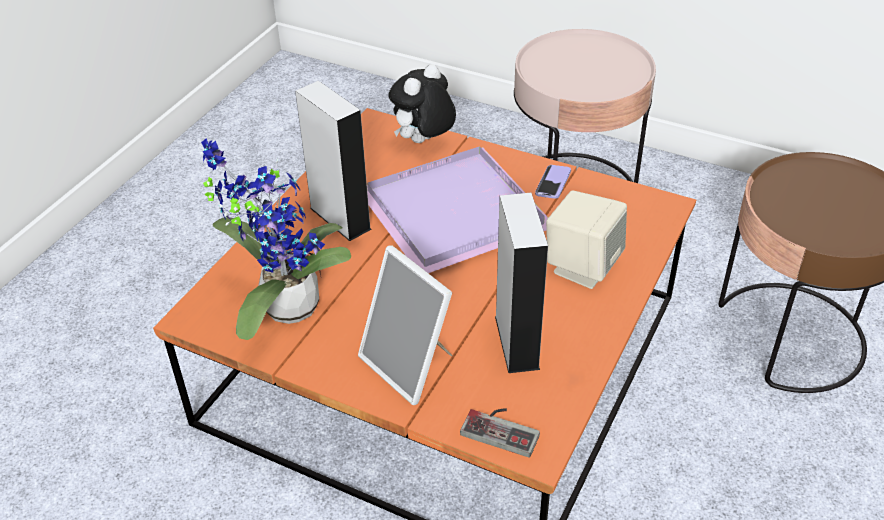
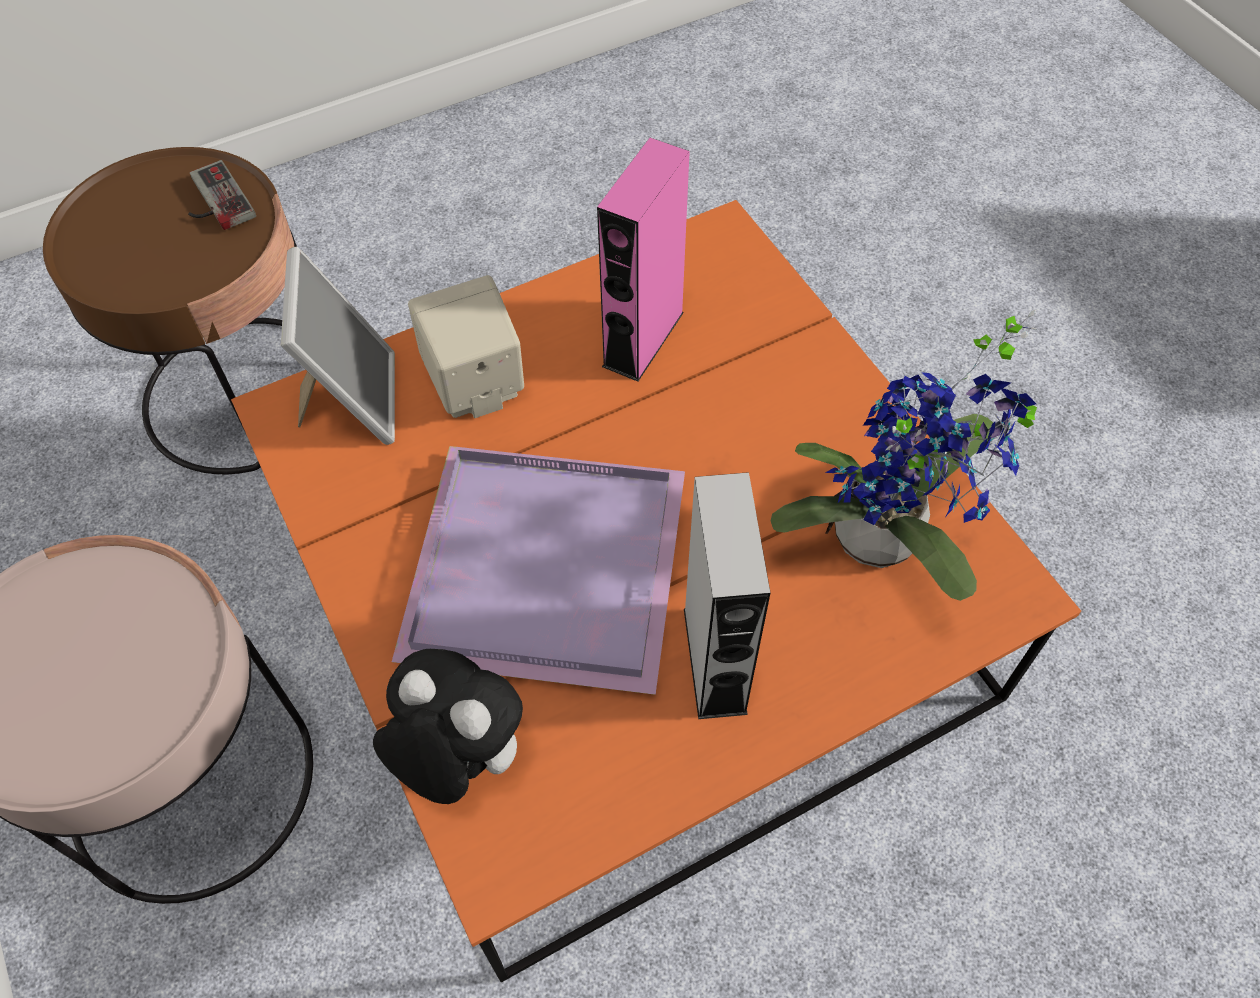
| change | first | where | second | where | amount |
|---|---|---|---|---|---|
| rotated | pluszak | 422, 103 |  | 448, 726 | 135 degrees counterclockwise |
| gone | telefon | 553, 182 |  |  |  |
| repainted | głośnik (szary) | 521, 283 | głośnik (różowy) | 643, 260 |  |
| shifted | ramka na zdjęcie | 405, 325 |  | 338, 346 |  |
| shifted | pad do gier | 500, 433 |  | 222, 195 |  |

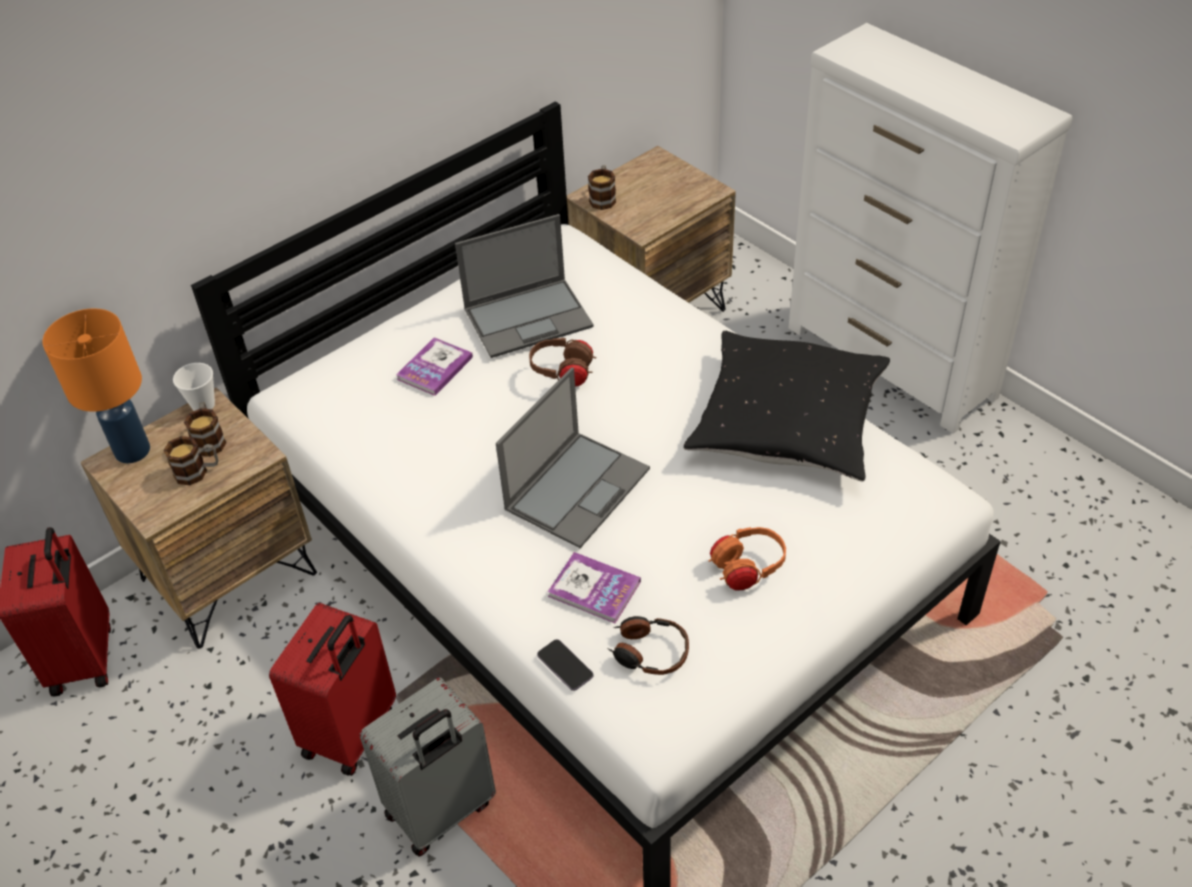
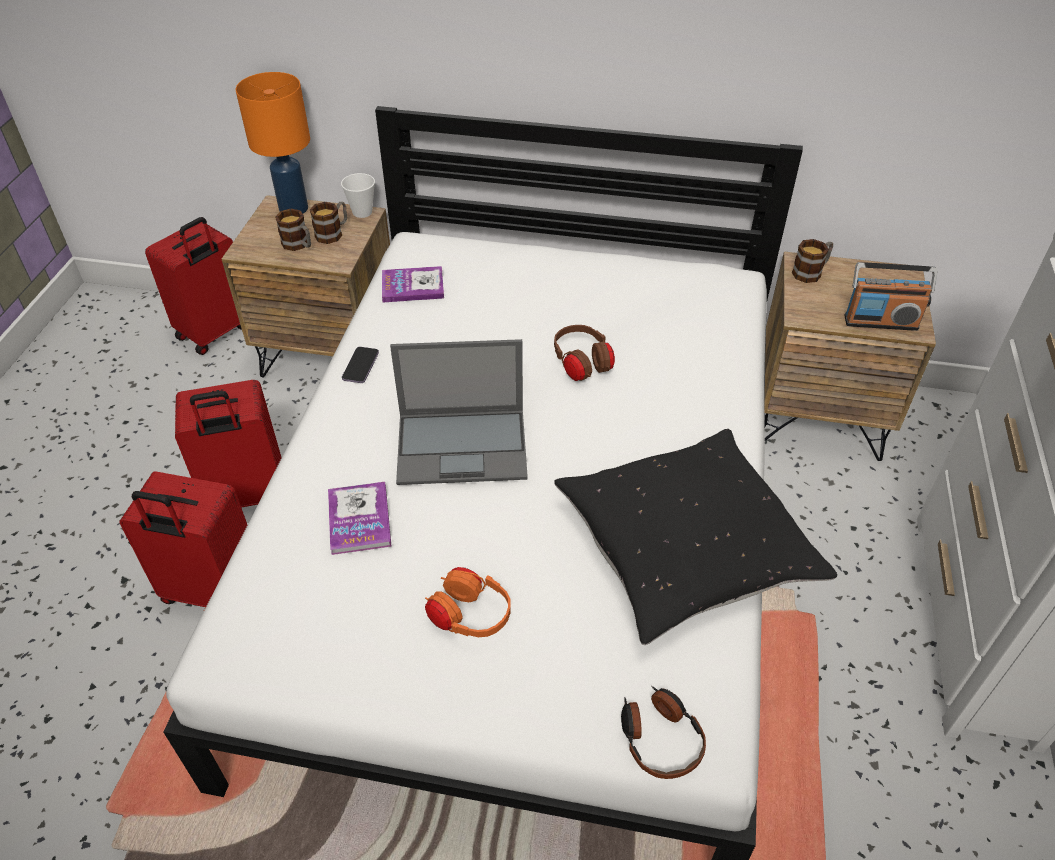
| change | first | where | second | where | amount |
|---|---|---|---|---|---|
| gone | laptop | 524, 286 |  |  |  |
| shifted | książka | 434, 366 |  | 413, 284 |  |
| shifted | słuchawki | 648, 645 |  | 663, 732 |  |
| shifted | telefon | 565, 665 |  | 360, 365 |  |
| repainted | walizka (szary) | 428, 767 | walizka (czerwony) | 183, 539 |  |
| new |  |  | radio | 891, 296 |  |

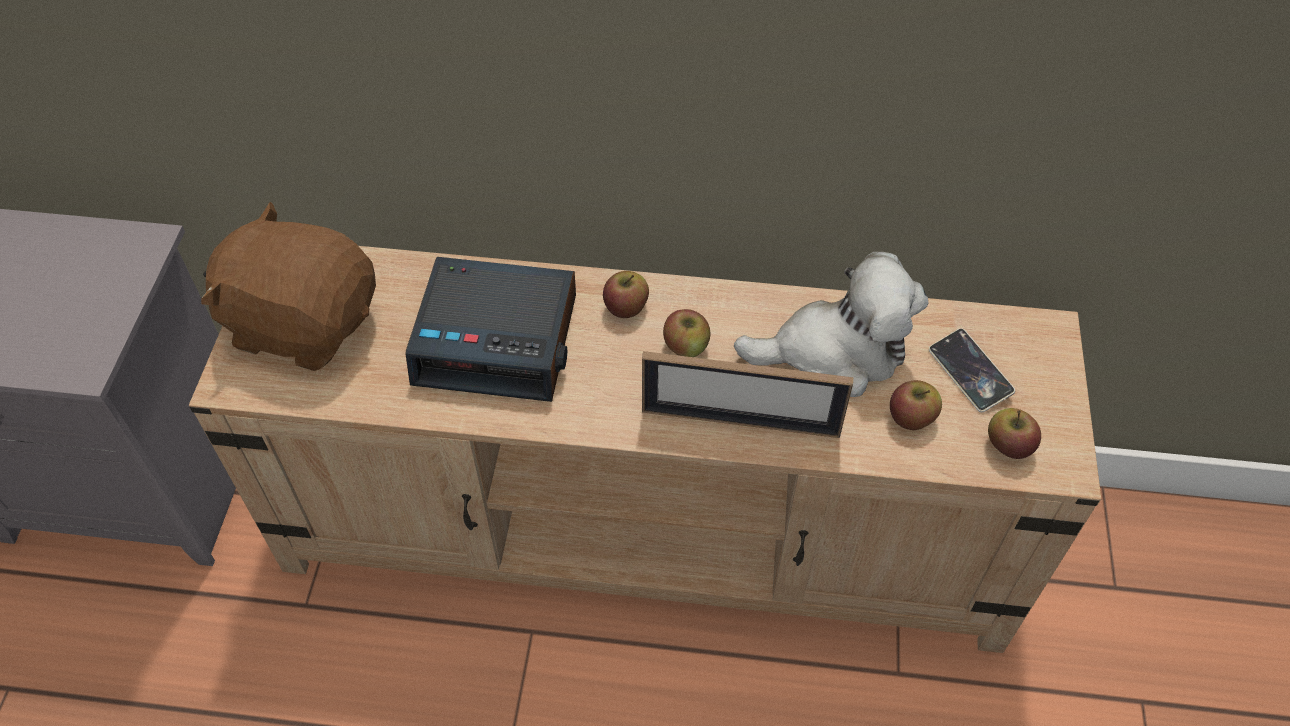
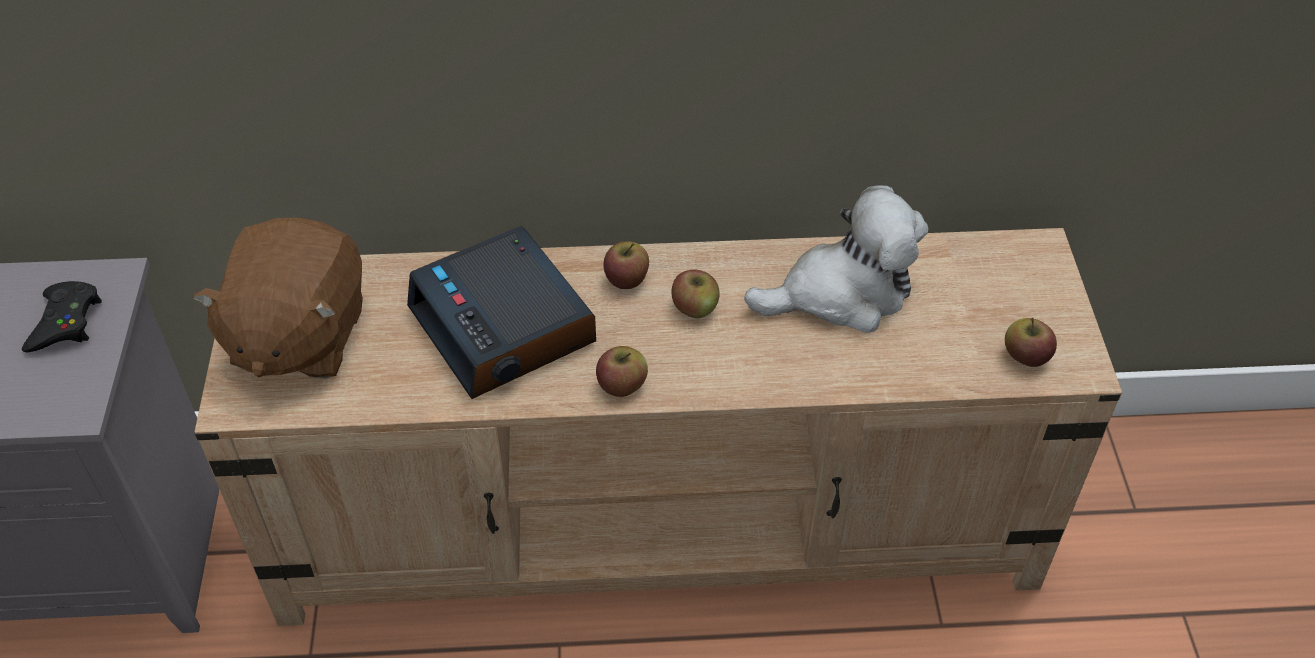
| change | first | where | second | where | amount |
|---|---|---|---|---|---|
| rotated | pluszak (brązowy) | 288, 286 |  | 277, 298 | 90 degrees counterclockwise |
| rotated | budzik | 490, 329 |  | 501, 312 | 60 degrees clockwise |
| gone | telefon | 972, 370 |  |  |  |
| gone | ramka na zdjęcie | 747, 394 |  |  |  |
| shifted | jabłko | 916, 405 |  | 622, 371 |  |
| new |  |  | pad do gier (czarny) | 62, 316 |  |

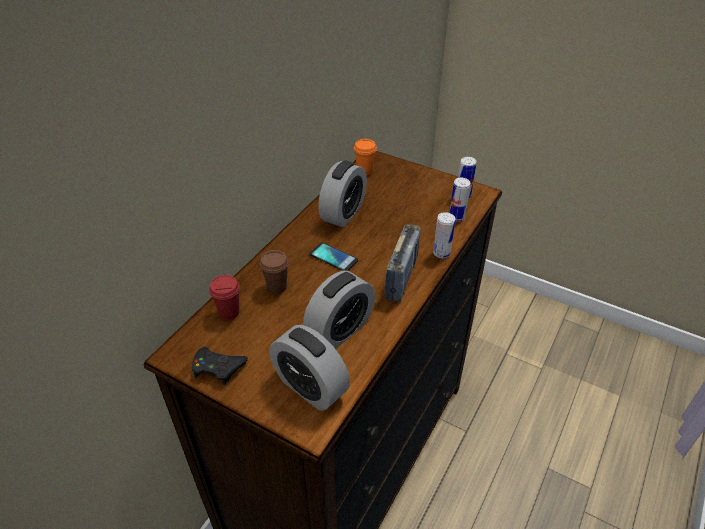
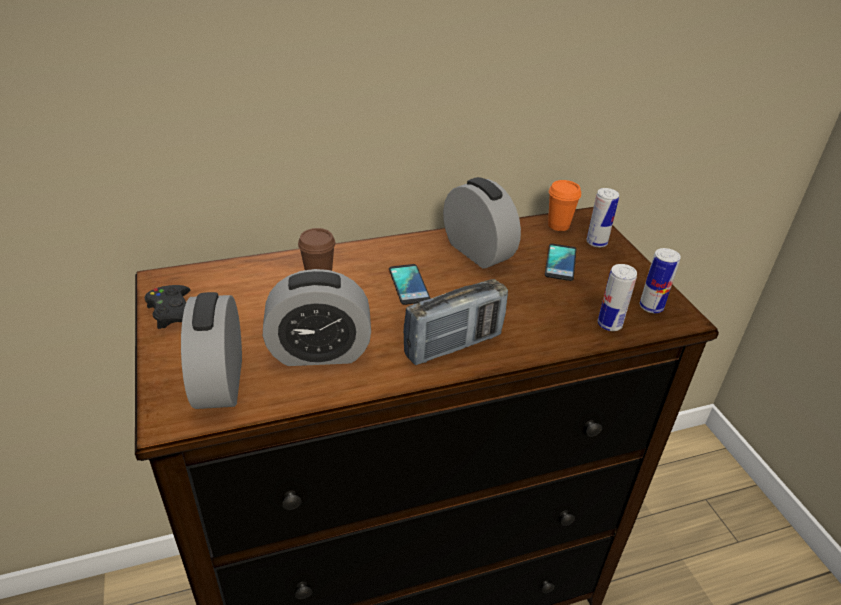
| change | first | where | second | where | amount |
|---|---|---|---|---|---|
| rotated | budzik | 342, 193 |  | 482, 223 | 105 degrees counterclockwise |
| shifted | puszka | 444, 235 |  | 602, 217 |  |
| gone | filiżanka (czerwony) | 224, 297 |  |  |  |
| new |  |  | telefon | 560, 262 |  |

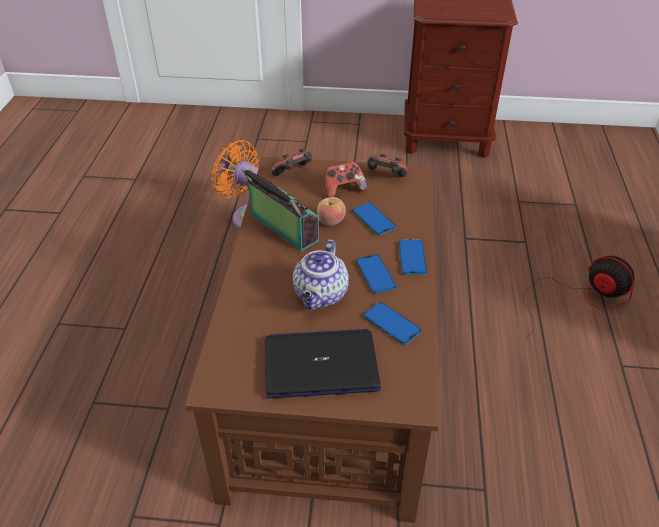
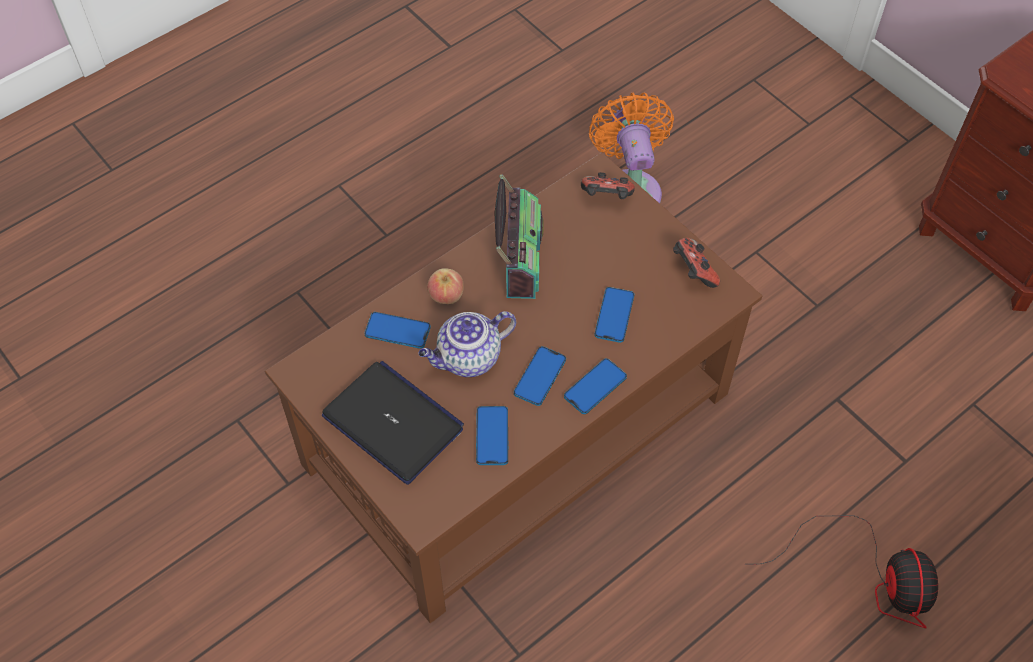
| change | first | where | second | where | amount |
|---|---|---|---|---|---|
| gone | pad do gier | 345, 179 |  |  |  |
| shifted | jabłko | 331, 211 |  | 445, 286 |  |
| new |  |  | telefon | 397, 330 |  |

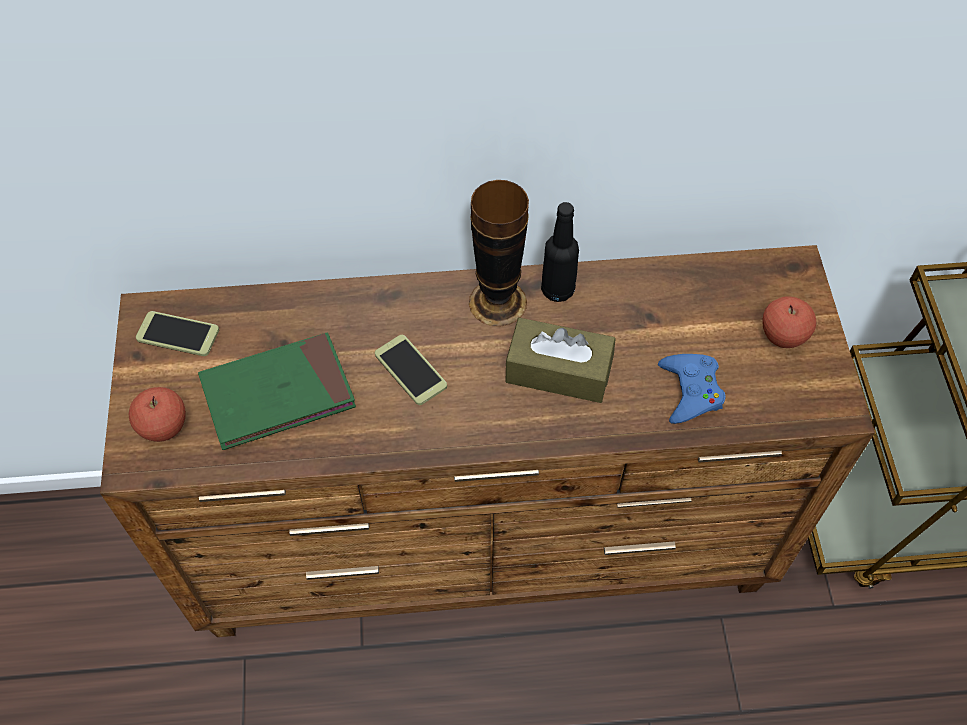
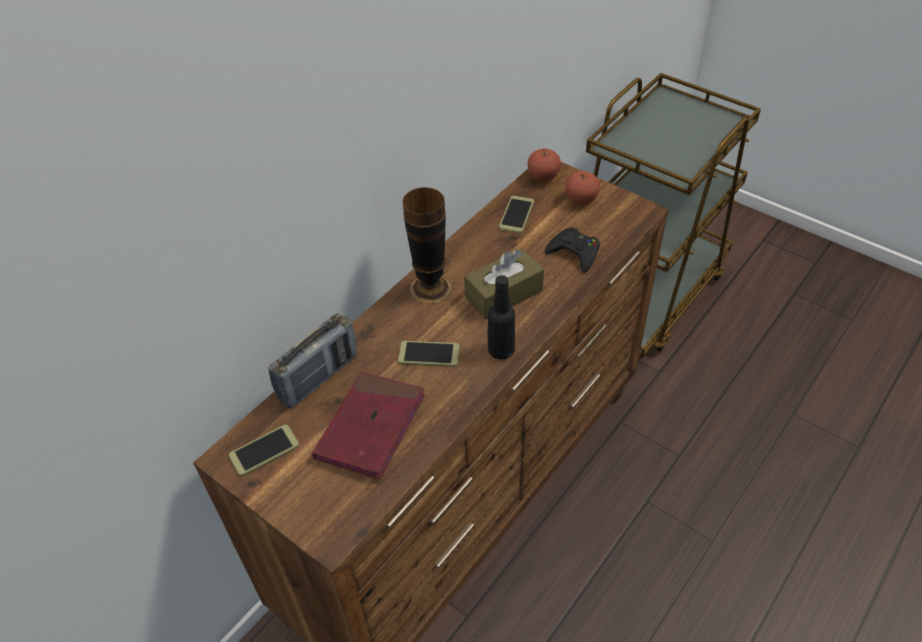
| change | first | where | second | where | amount |
|---|---|---|---|---|---|
| shifted | butelka (czarny) | 560, 252 |  | 501, 317 |  |
| repainted | książka (zielony) | 277, 391 | książka (czerwony) | 368, 425 |  |
| repainted | pad do gier (niebieski) | 692, 389 | pad do gier (czarny) | 572, 250 |  |
| shifted | jabłko | 157, 414 |  | 544, 165 |  |
| new |  |  | telefon | 516, 214 |  |
| new |  |  | radio | 312, 361 |  |

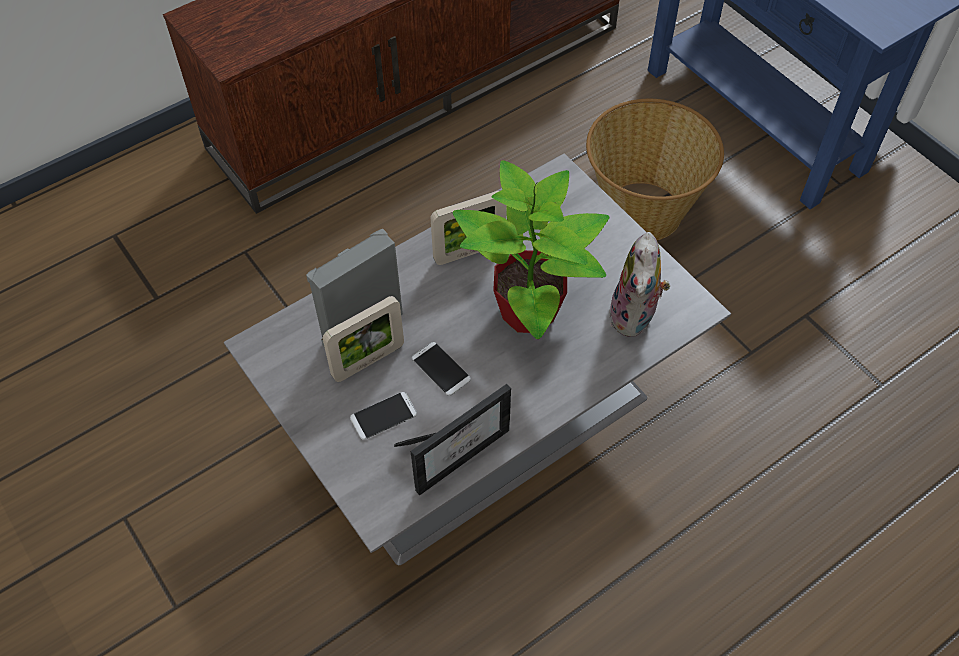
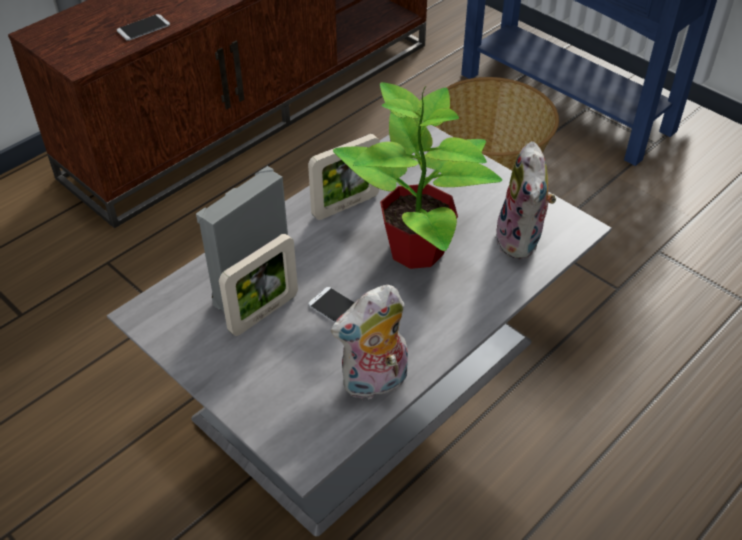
| change | first | where | second | where | amount |
|---|---|---|---|---|---|
| swapped | ramka na zdjęcie | 452, 440 | pluszak | 369, 342 |  |
| shifted | telefon | 383, 416 |  | 143, 27 |  |

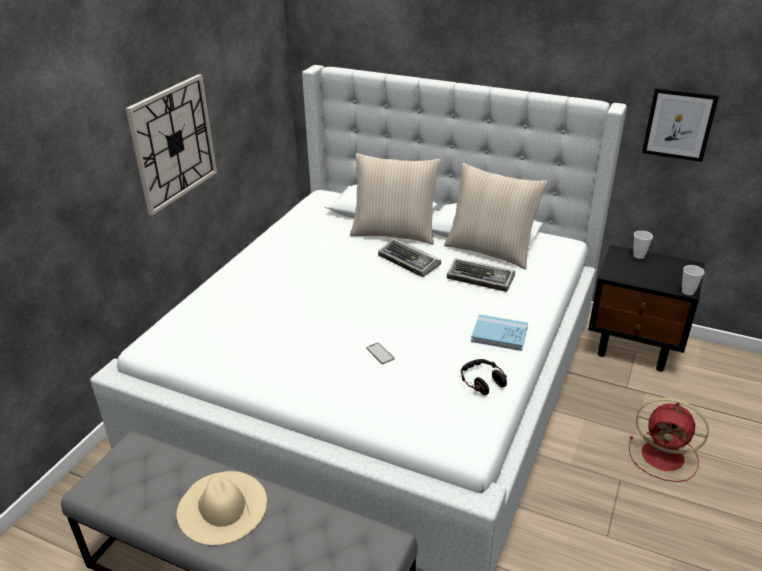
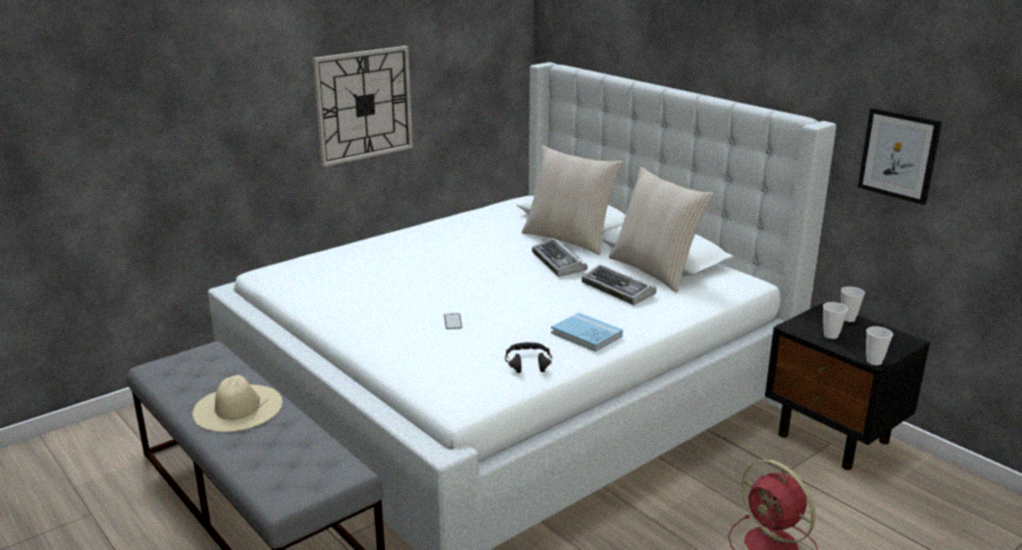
| change | first | where | second | where | amount |
|---|---|---|---|---|---|
| new |  |  | filiżanka | 835, 320 |  |

